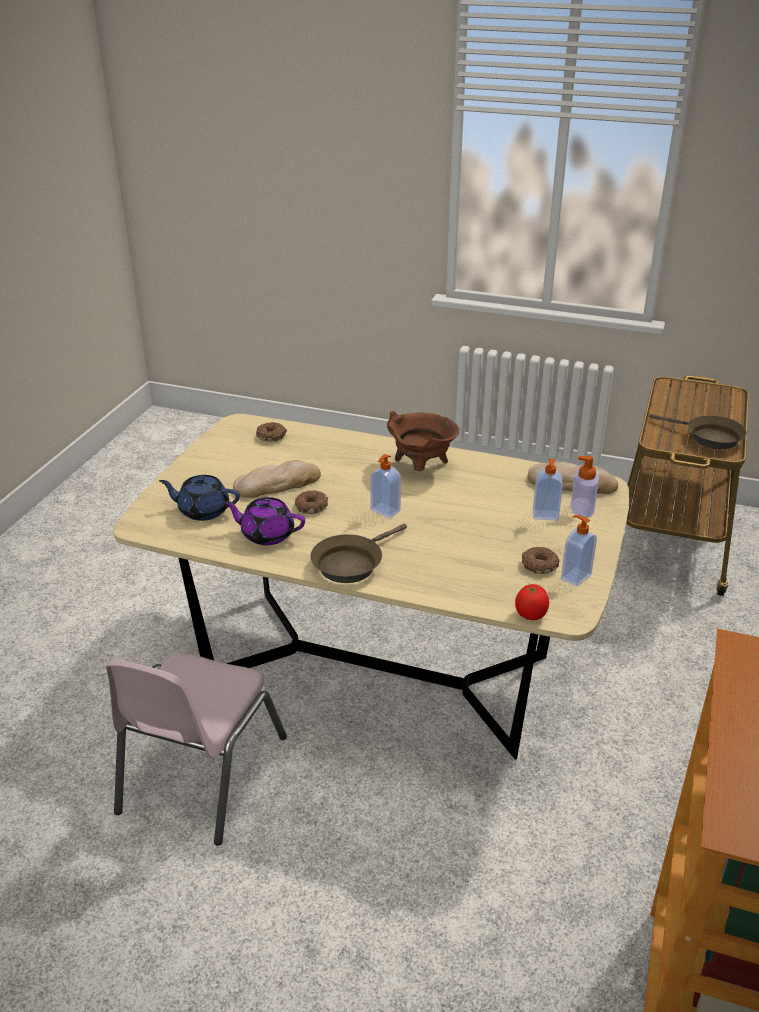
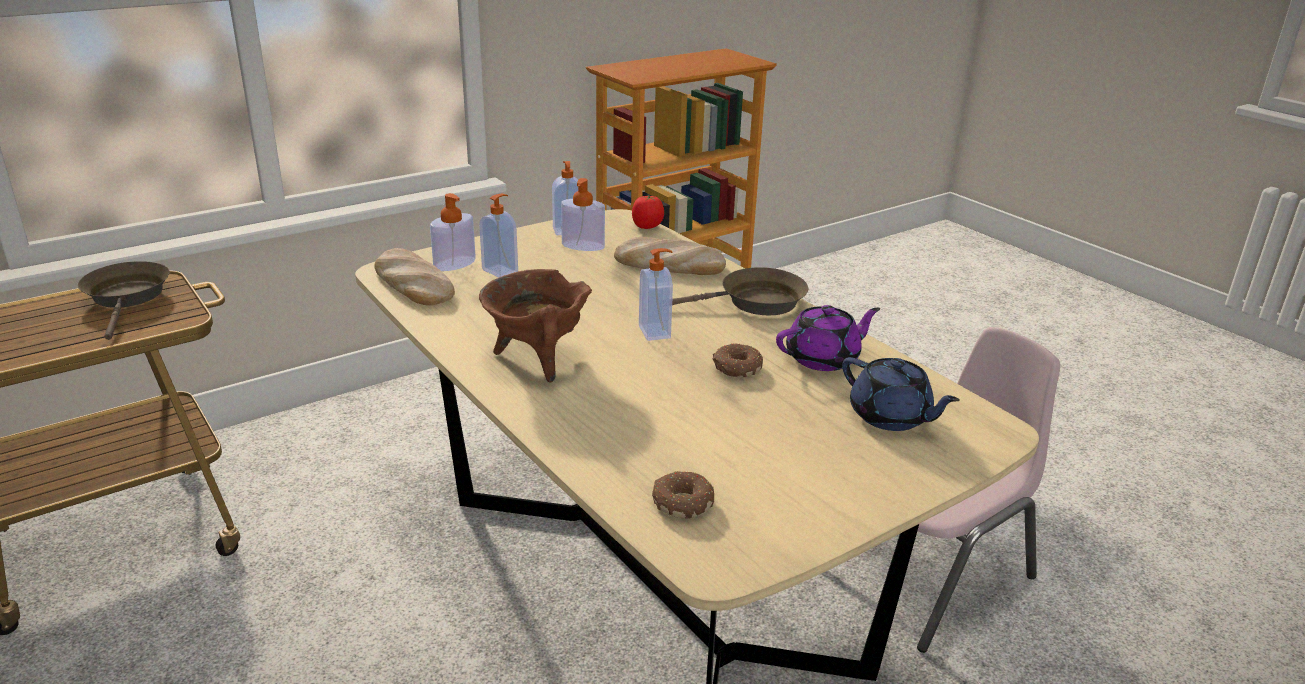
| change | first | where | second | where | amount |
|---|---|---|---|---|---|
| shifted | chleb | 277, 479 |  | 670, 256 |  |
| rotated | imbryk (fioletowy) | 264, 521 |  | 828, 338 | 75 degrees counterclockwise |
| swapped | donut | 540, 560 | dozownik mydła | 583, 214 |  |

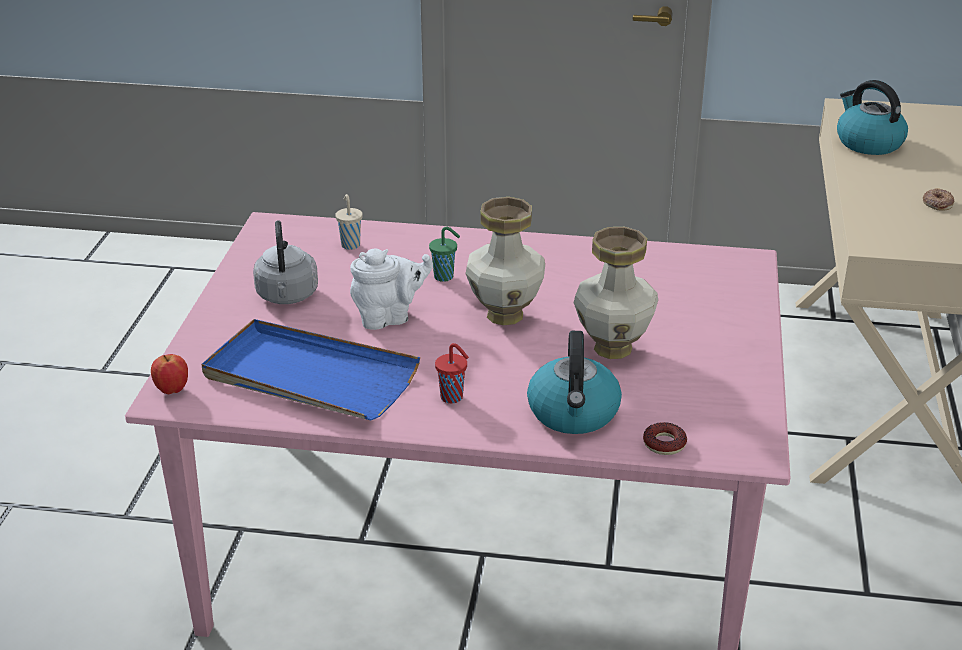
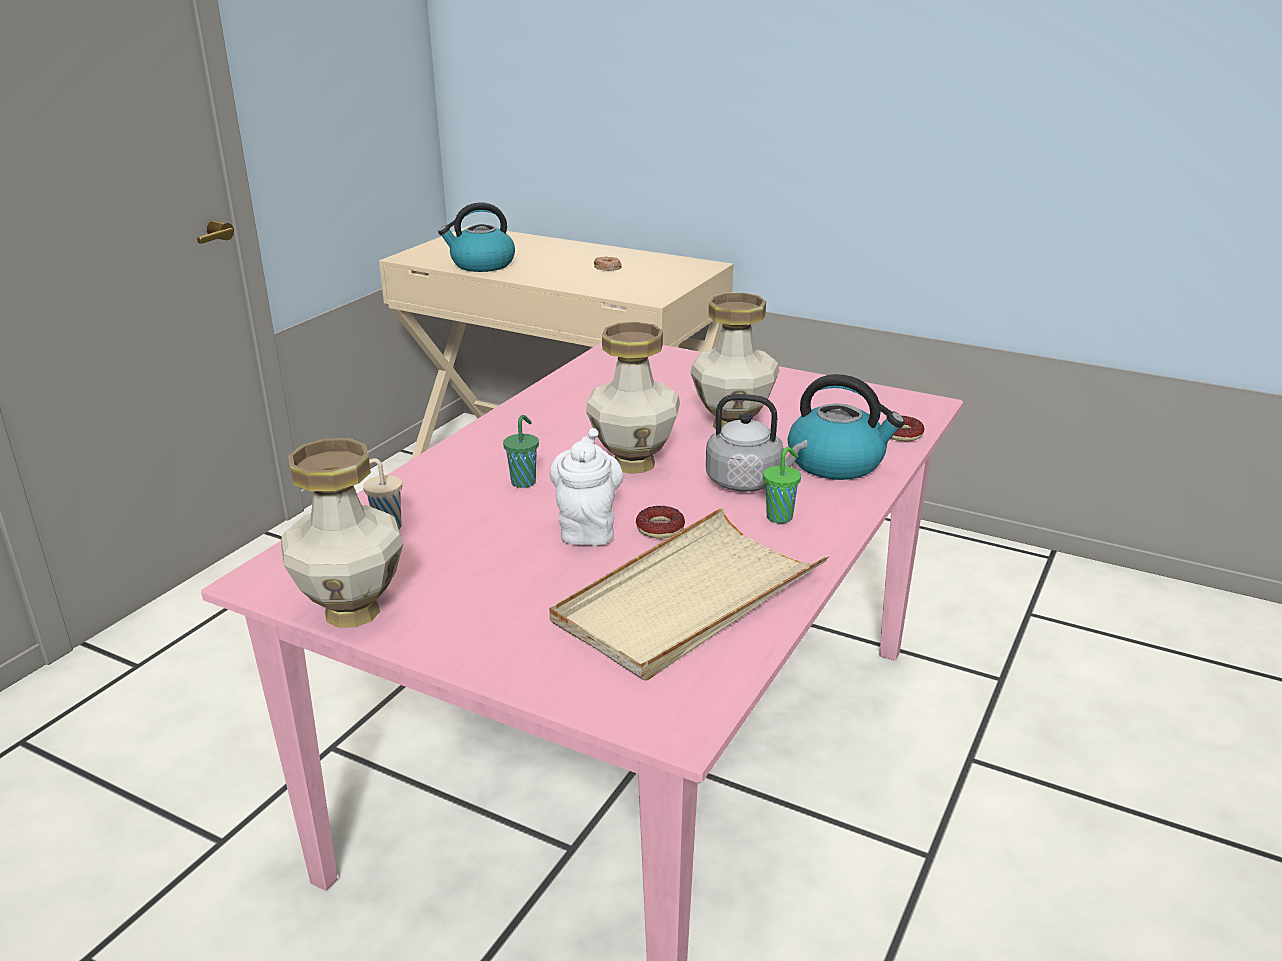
| change | first | where | second | where | amount |
|---|---|---|---|---|---|
| shifted | czajnik (szary) | 285, 262 |  | 756, 443 |  |
| repainted | taca (niebieski) | 311, 369 | taca (beżowy) | 689, 594 |  |
| repainted | filiżanka (czerwony) | 452, 373 | filiżanka (zielony) | 782, 485 |  |
| gone | jabłko | 169, 374 |  |  |  |
| new |  |  | wazon | 342, 533 |  |
| new |  |  | donut | 660, 522 |  |

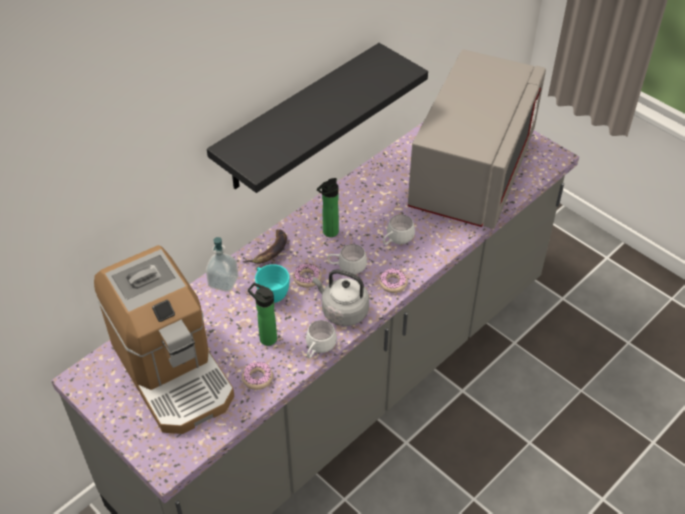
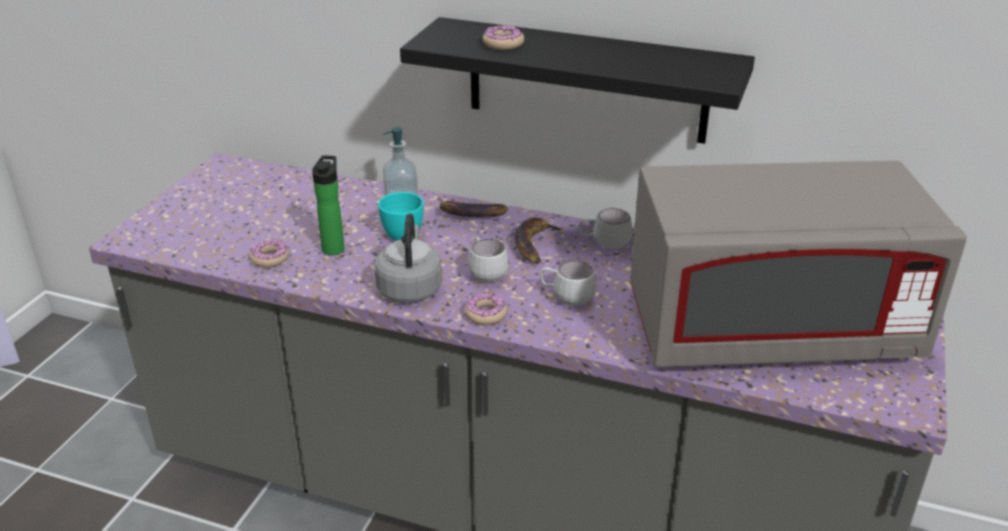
| change | first | where | second | where | amount |
|---|---|---|---|---|---|
| swapped | butelka | 328, 207 | banan | 538, 240 |  |
| gone | ekspres do kawy | 164, 339 |  |  |  |
| shifted | donut | 307, 276 |  | 503, 37 |  |
| shifted | kubek (biały) | 321, 339 |  | 606, 228 |  |

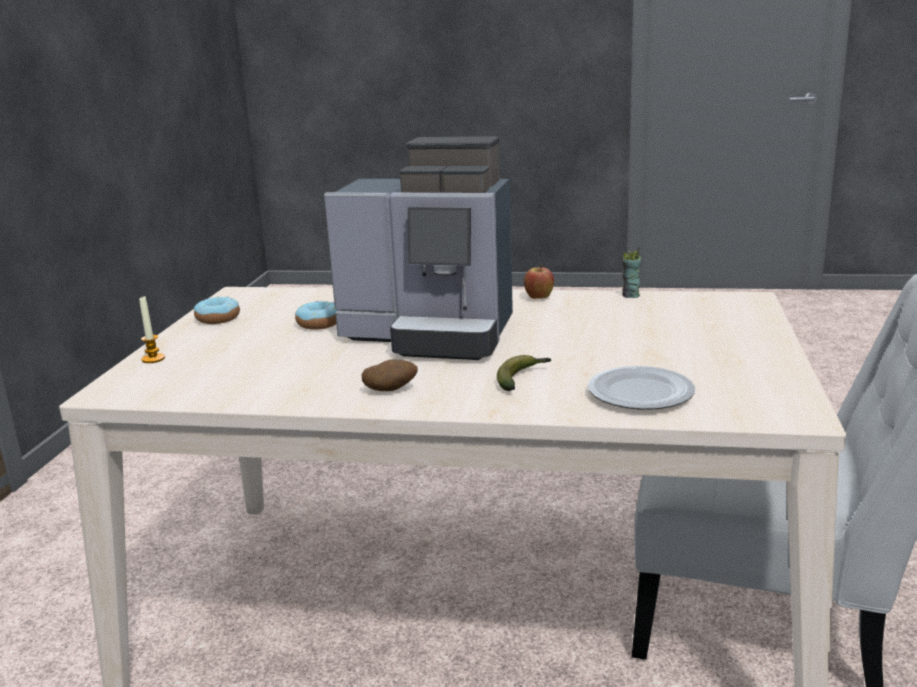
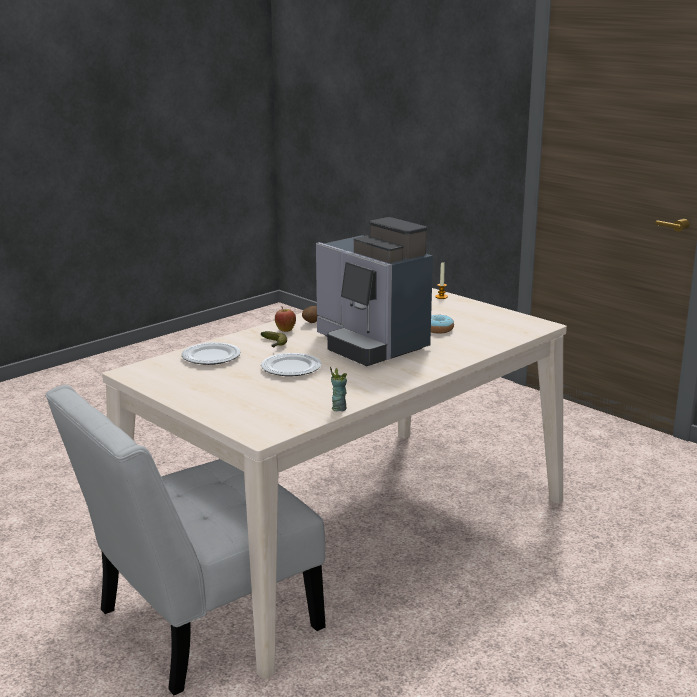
| change | first | where | second | where | amount |
|---|---|---|---|---|---|
| rotated | ekspres do kawy | 418, 248 |  | 374, 291 | 90 degrees counterclockwise |
| shifted | jabłko | 539, 281 |  | 285, 319 |  |
| gone | donut | 217, 310 |  |  |  |
| new |  |  | talerz | 291, 364 |  |

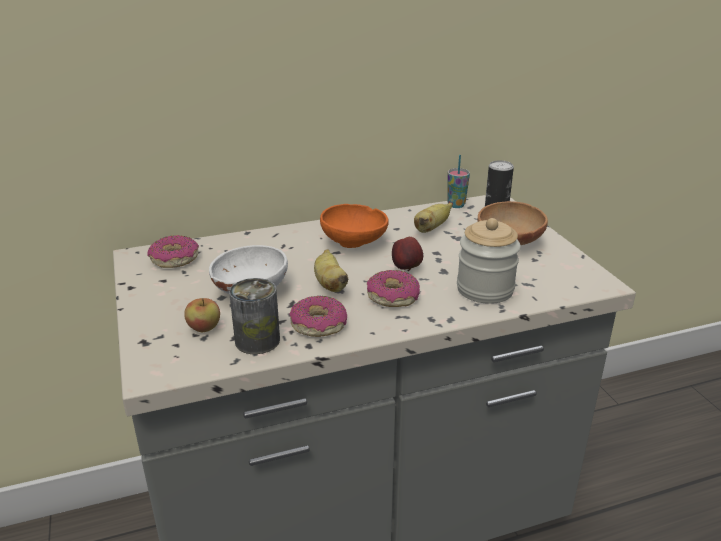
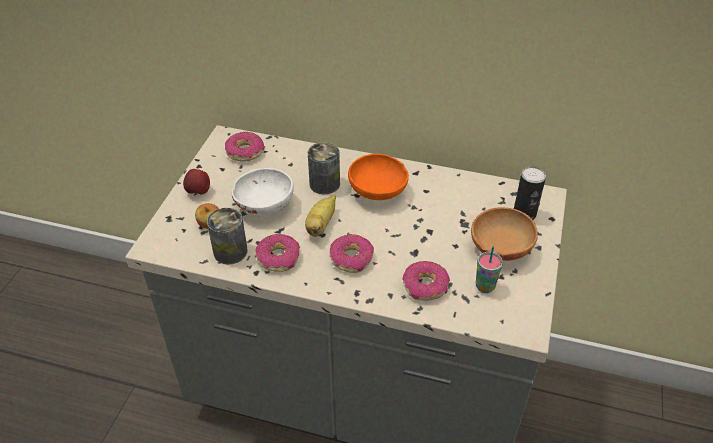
| change | first | where | second | where | amount |
|---|---|---|---|---|---|
| shifted | filiżanka | 458, 181 |  | 489, 269 |  |
| gone | banan | 433, 218 |  |  |  |
| swapped | słoik | 489, 261 | donut | 426, 281 |  |
| shifted | jabłko | 407, 254 |  | 196, 182 |  |
| new |  |  | puszka | 324, 168 |  |

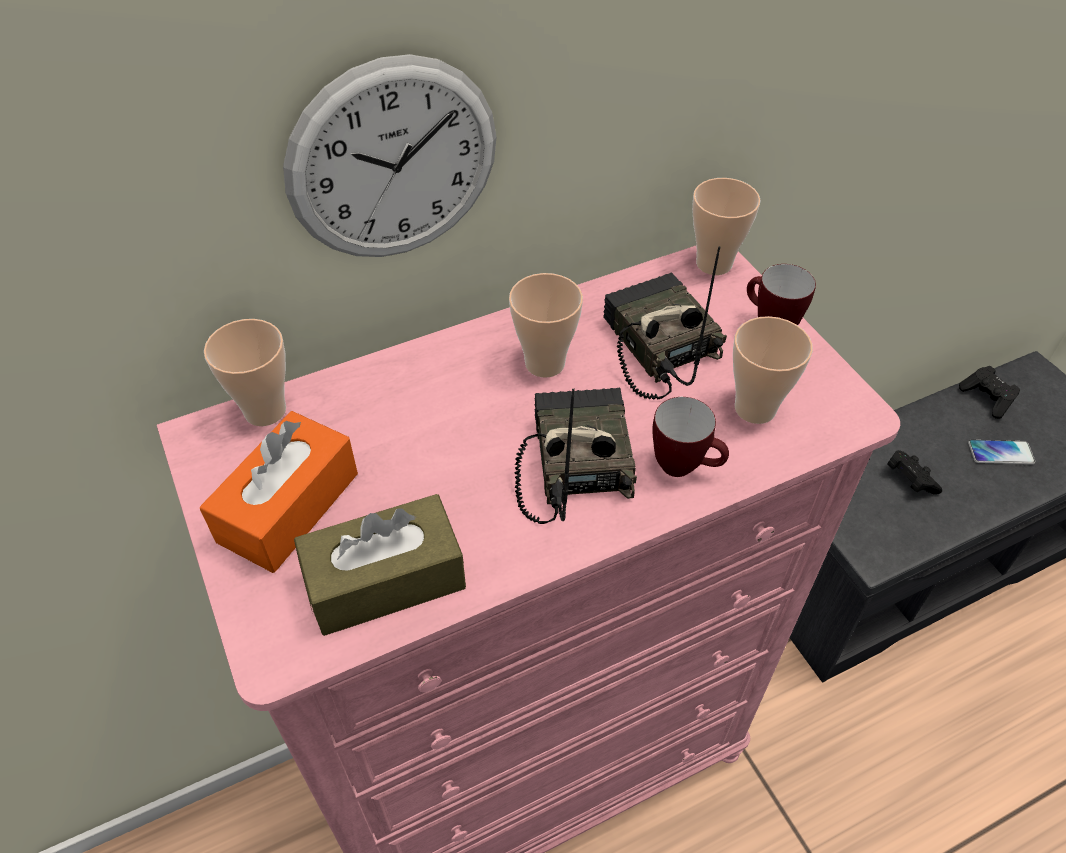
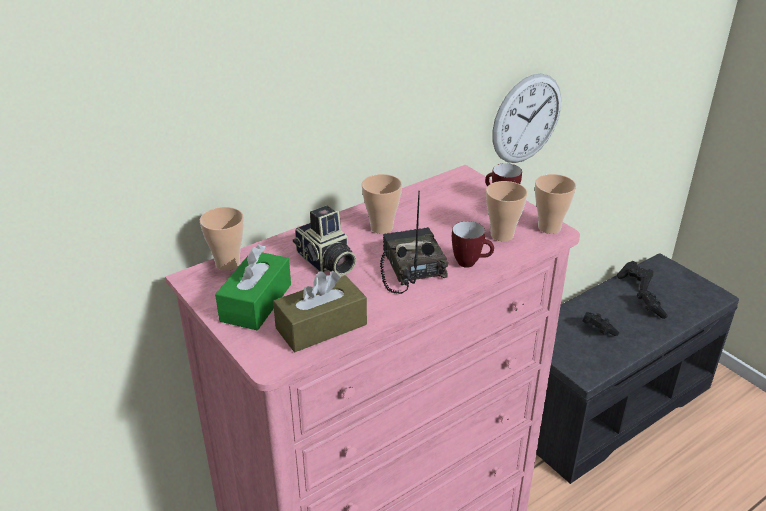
| change | first | where | second | where | amount |
|---|---|---|---|---|---|
| shifted | zegar ścienny | 390, 155 |  | 526, 118 |  |
| shifted | filiżanka | 726, 226 |  | 555, 204 |  |
| gone | radio | 665, 323 |  |  |  |
| repainted | pudełko chusteczek (pomarańczowy) | 279, 492 | pudełko chusteczek (zielony) | 253, 287 |  |
| swapped | telefon | 1001, 452 | pad do gier (czarny) | 652, 304 |  |
| new |  |  | aparat fotograficzny | 325, 240 |  |

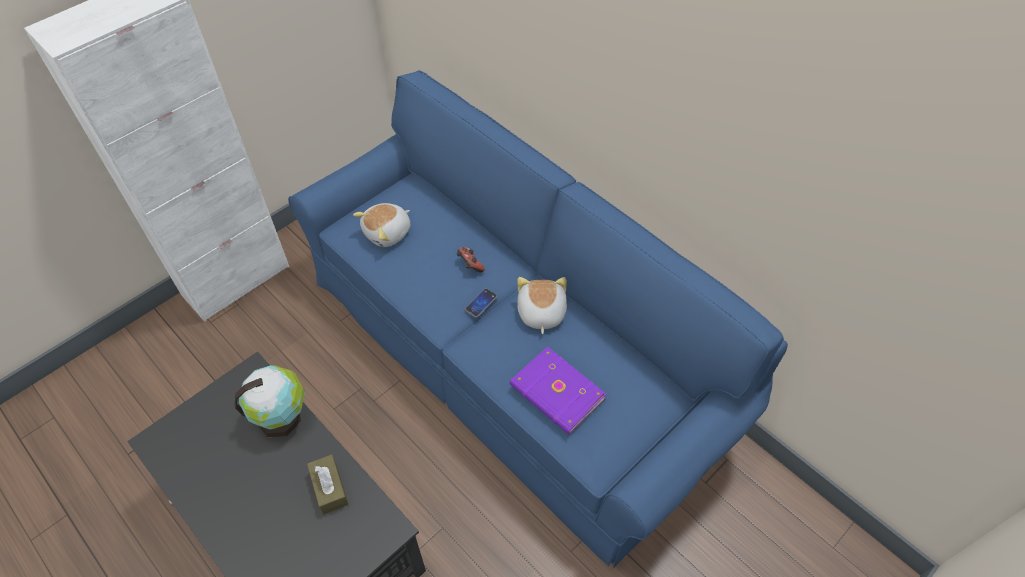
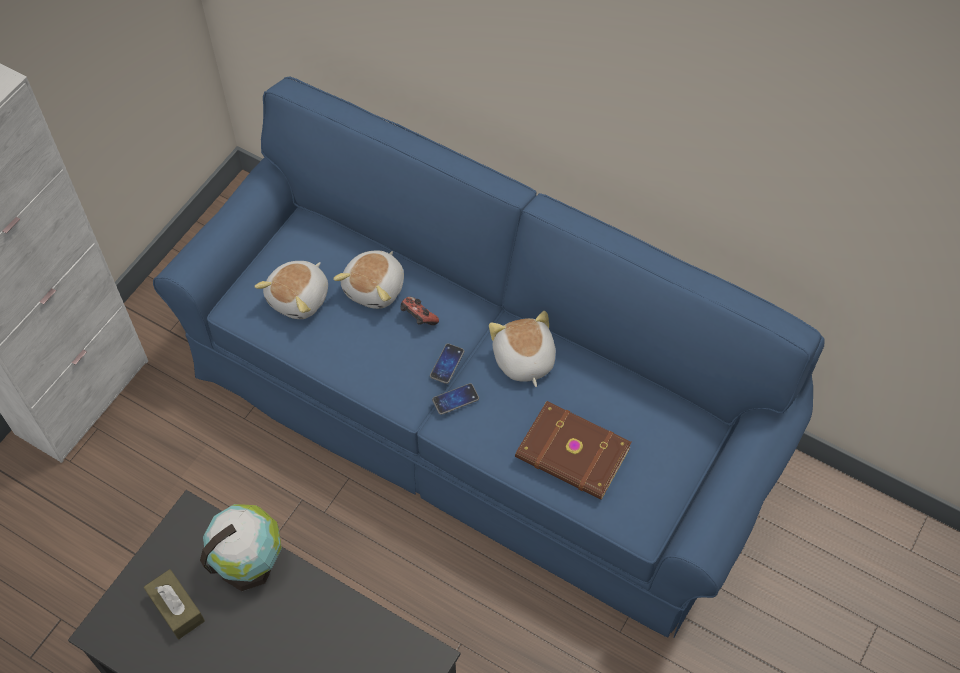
| change | first | where | second | where | amount |
|---|---|---|---|---|---|
| repainted | książka (fioletowy) | 558, 391 | książka (brązowy) | 573, 450 |  |
| shifted | pudełko chusteczek (brązowy) | 328, 484 |  | 174, 604 |  |
| new |  |  | pluszak | 368, 279 |  |
| new |  |  | telefon | 455, 399 |  |

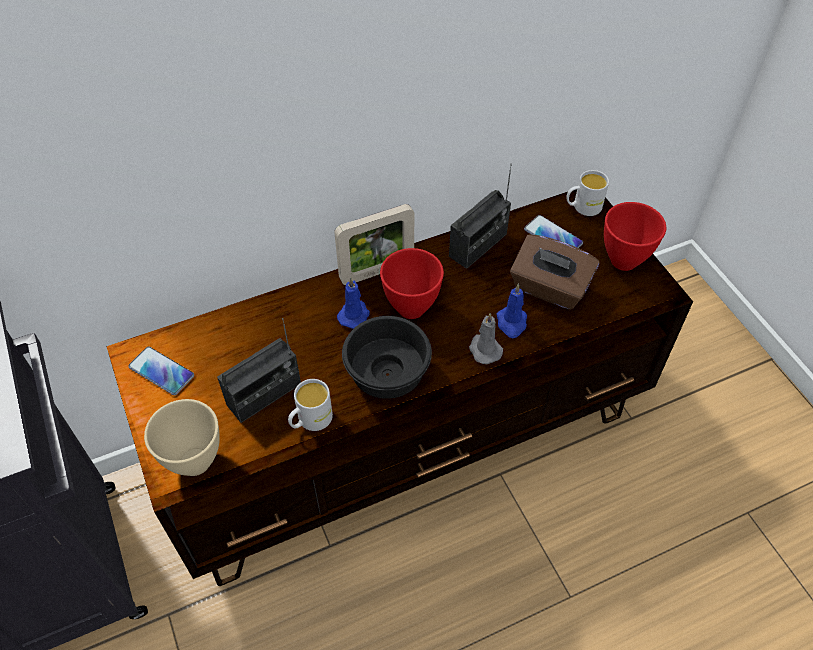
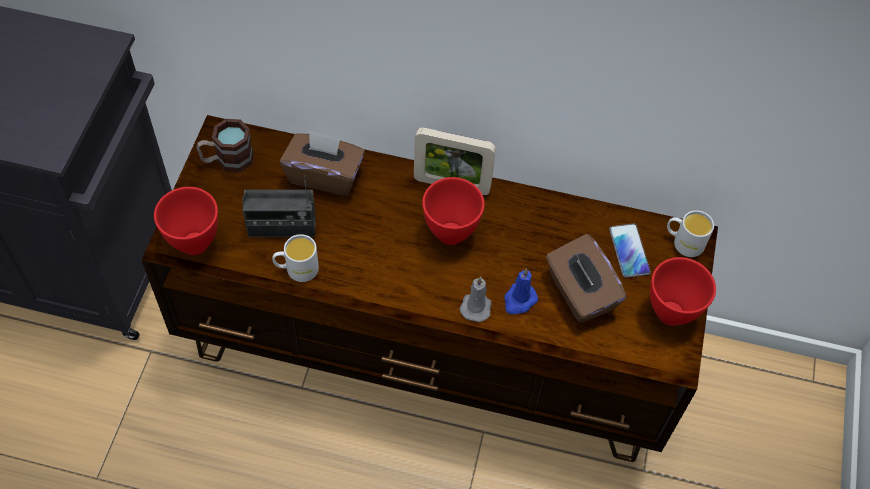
| change | first | where | second | where | amount |
|---|---|---|---|---|---|
| gone | radio | 480, 216 |  |  |  |
| gone | świeca (niebieski) | 353, 303 |  |  |  |
| gone | miska (czarny) | 387, 357 |  |  |  |
| swapped | telefon | 161, 371 | kubek | 225, 145 |  |
| repainted | miska (beżowy) | 182, 437 | miska (czerwony) | 186, 221 |  |
| new |  |  | pudełko chusteczek (brązowy) | 322, 163 |  |

